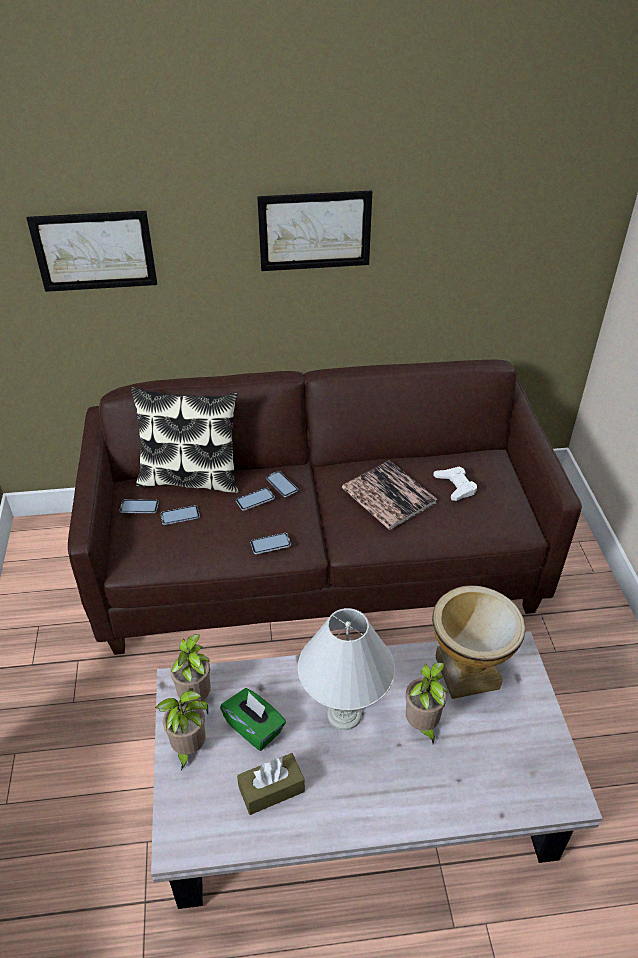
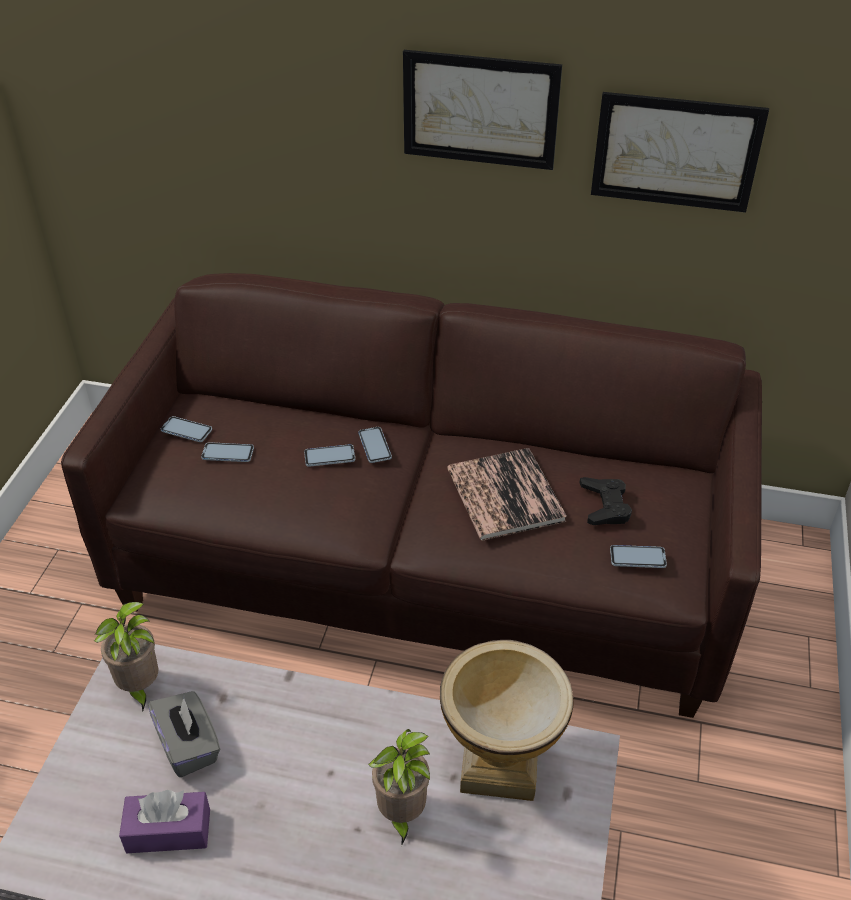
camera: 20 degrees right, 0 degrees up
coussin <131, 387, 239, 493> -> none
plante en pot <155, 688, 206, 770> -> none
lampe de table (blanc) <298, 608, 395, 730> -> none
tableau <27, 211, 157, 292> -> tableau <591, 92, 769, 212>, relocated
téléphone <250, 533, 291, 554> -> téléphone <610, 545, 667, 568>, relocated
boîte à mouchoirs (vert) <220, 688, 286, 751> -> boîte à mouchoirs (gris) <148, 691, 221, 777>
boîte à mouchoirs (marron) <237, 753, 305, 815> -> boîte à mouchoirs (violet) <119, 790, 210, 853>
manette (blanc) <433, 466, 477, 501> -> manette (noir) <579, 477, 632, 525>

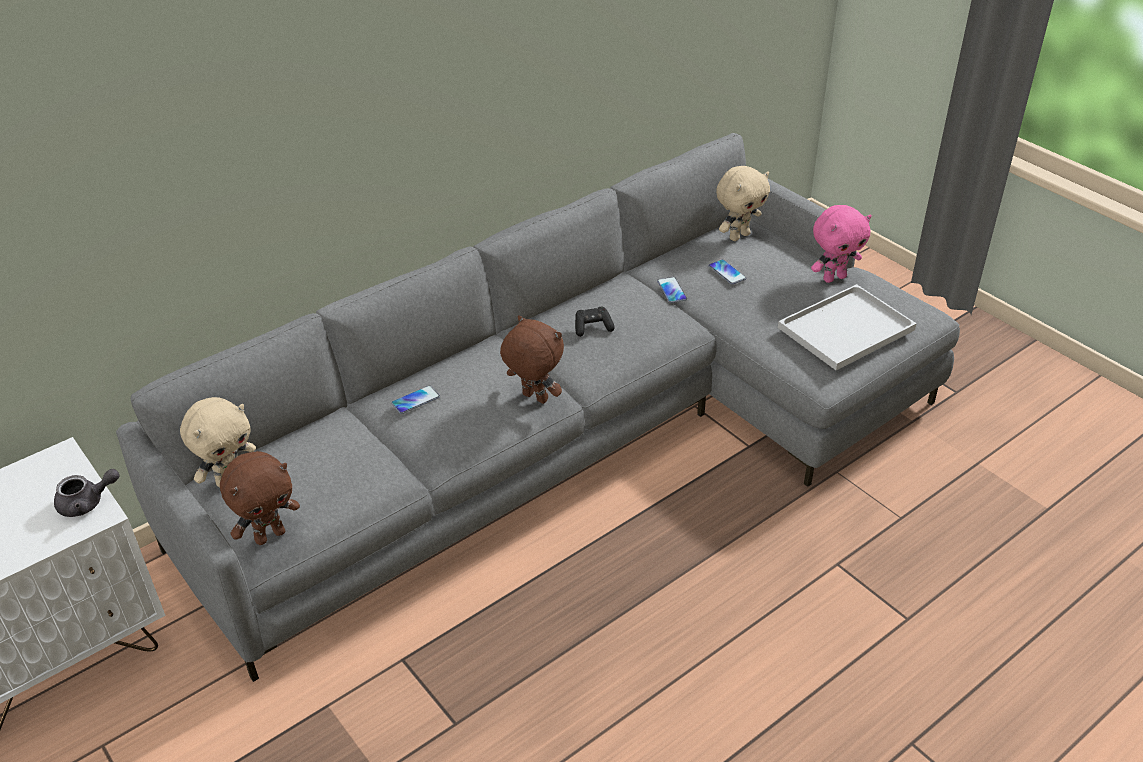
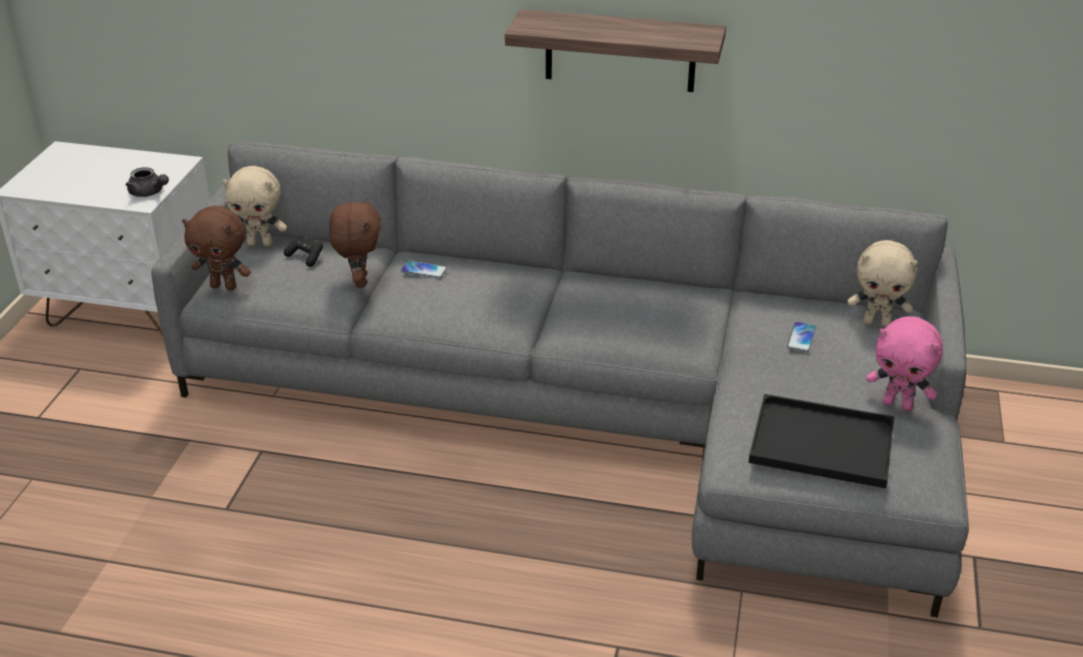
camera: 50 degrees right, 5 degrees down
téléphone <657, 277, 687, 303> -> none
none -> étagère <505, 9, 726, 92>
peluche (marron) <500, 315, 564, 404> -> peluche (marron) <329, 198, 381, 288>, relocated
manette (noir) <575, 307, 615, 337> -> manette (noir) <284, 235, 323, 267>, relocated
plateau (blanc) <778, 284, 917, 370> -> plateau (noir) <748, 394, 894, 488>

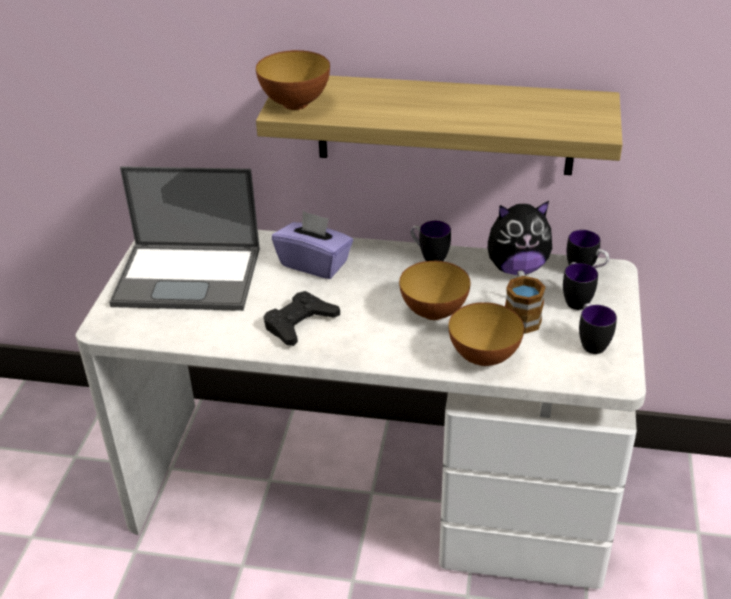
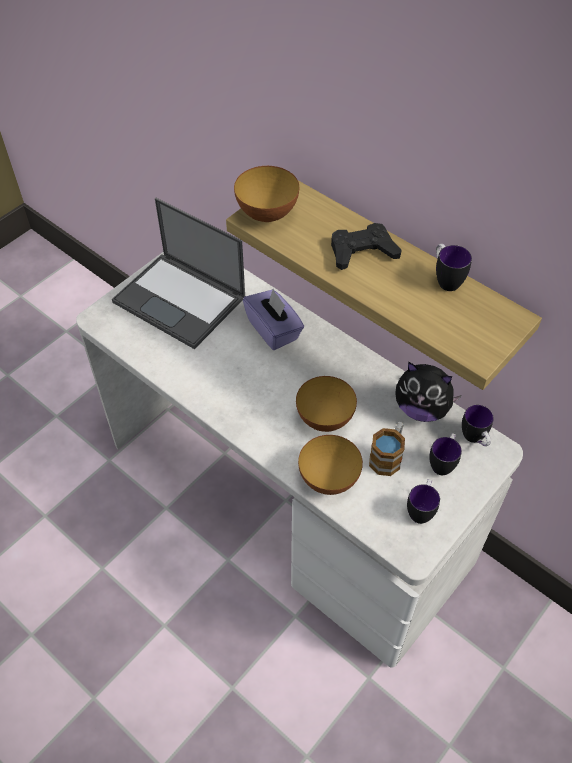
camera: 30 degrees right, 15 degrees up
manette (noir) <264, 291, 340, 346> -> manette (noir) <331, 223, 402, 270>, relocated
mug <411, 221, 451, 261> -> mug <436, 244, 472, 291>, relocated

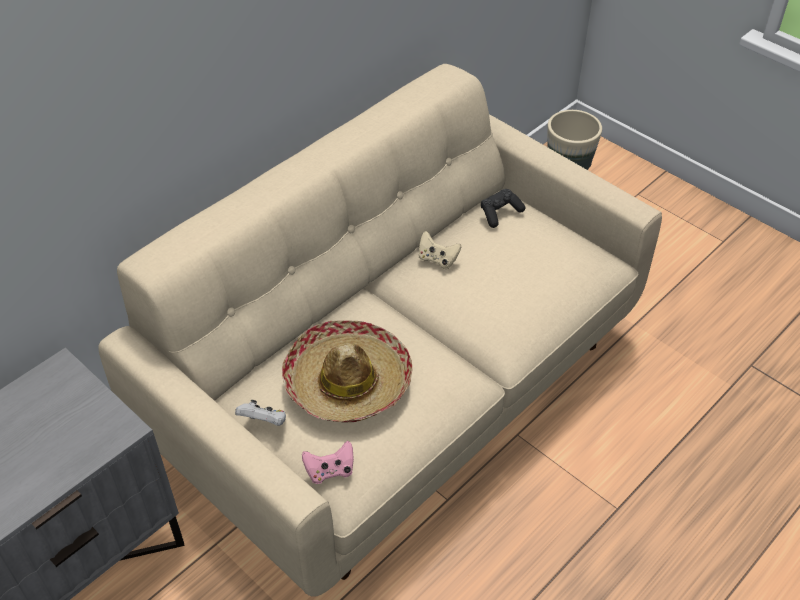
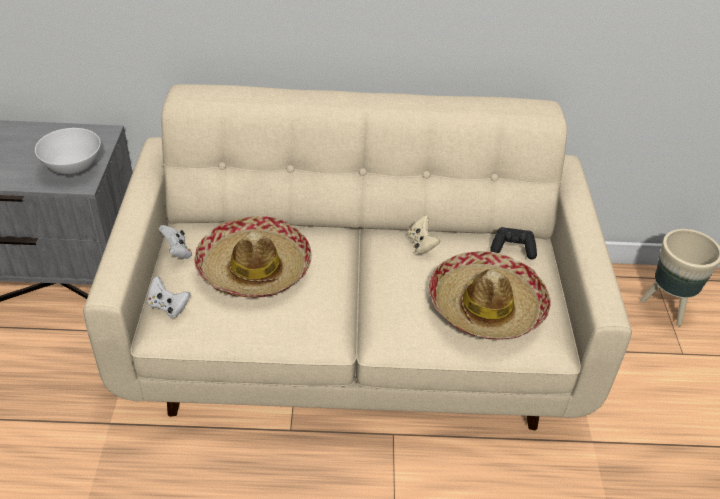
camera: 45 degrees right, 5 degrees down
none -> bol (blanc) <35, 128, 101, 175>
none -> chapeau <428, 251, 551, 340>
manette (rose) <302, 441, 354, 484> -> manette (blanc) <147, 276, 191, 318>

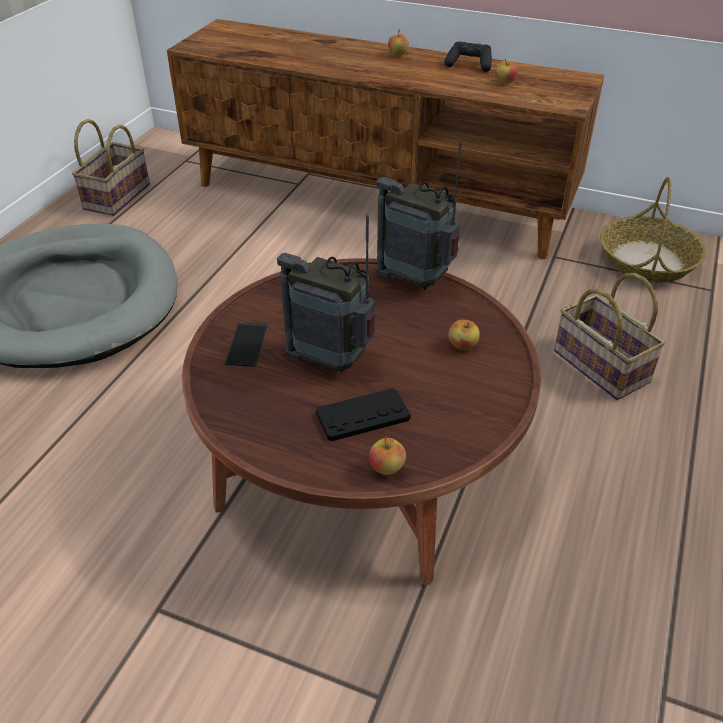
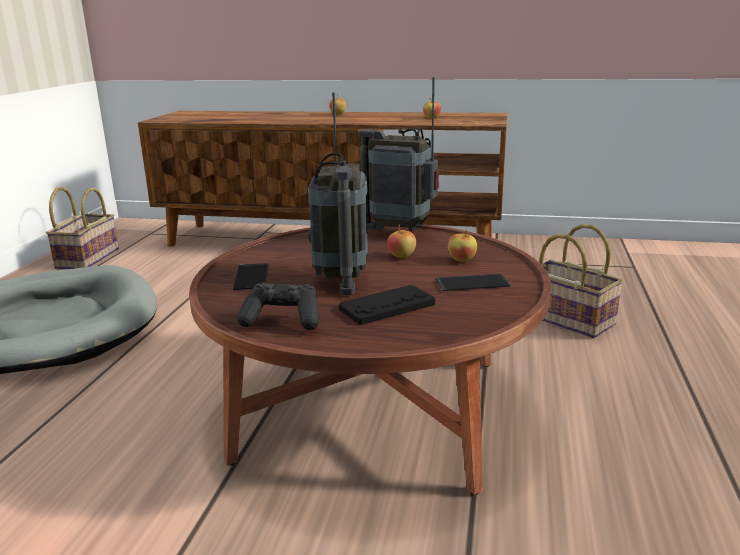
camera: 10 degrees left, 20 degrees down
panier <600, 177, 707, 283> -> none
none -> téléphone <435, 273, 511, 291>
pomme <369, 436, 406, 475> -> pomme <387, 224, 416, 258>, relocated
manette (noir) <444, 41, 492, 72> -> manette (noir) <237, 282, 319, 330>, relocated
radio <277, 215, 375, 373> -> radio <308, 92, 368, 295>, 105 degrees counterclockwise

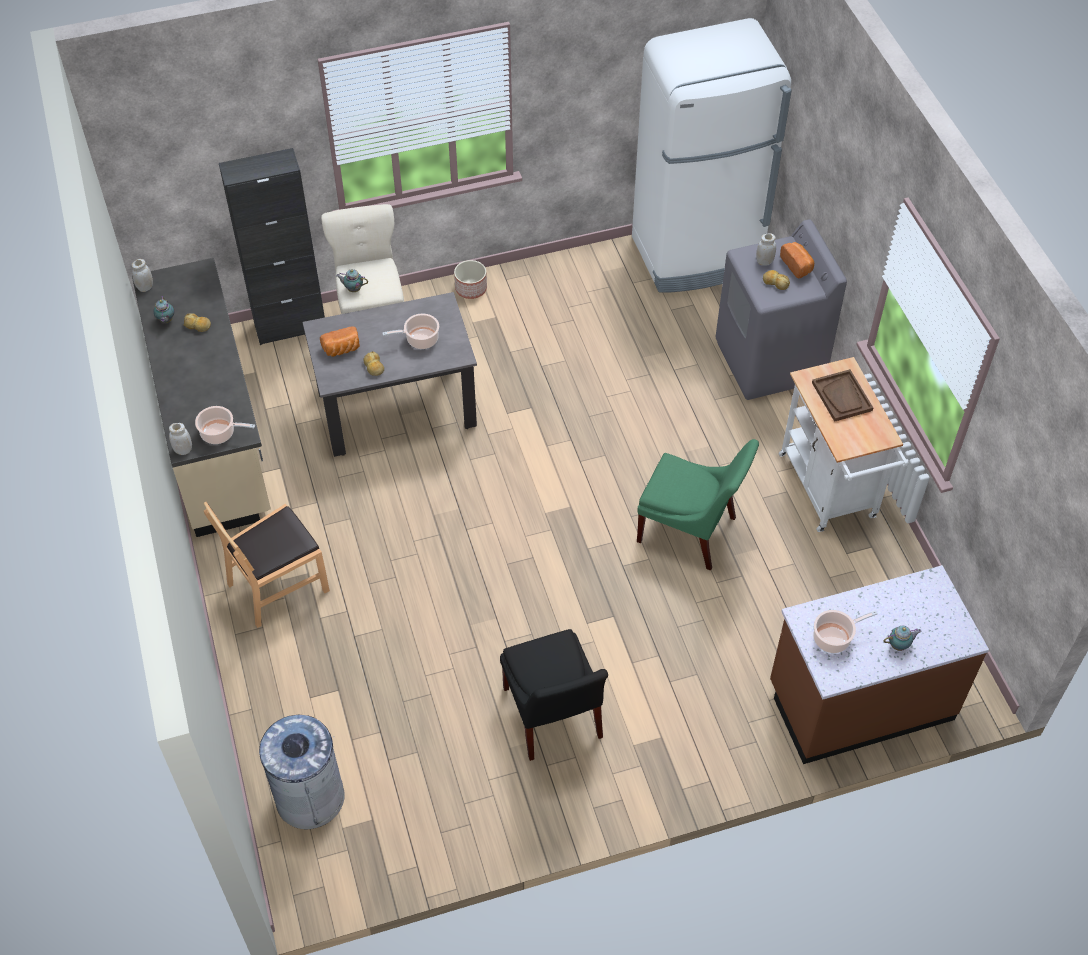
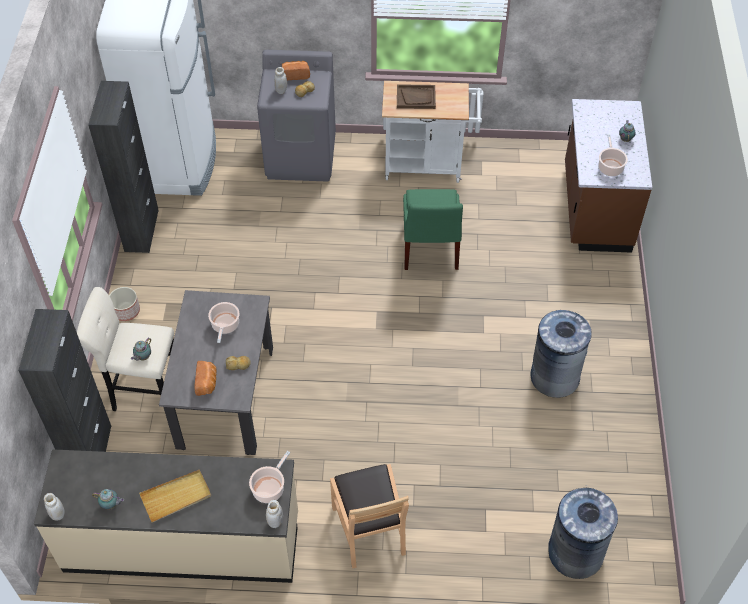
camera: 70 degrees left, 0 degrees up
pain <183, 313, 211, 332> -> none
none -> meuble de rangement (noir) <88, 81, 159, 253>
none -> plateau (beige) <139, 470, 211, 522>
chaise (noir) <500, 629, 608, 761> -> poubelle (gris) <531, 310, 592, 398>
chaise (vert) <637, 439, 759, 570> -> chaise (vert) <403, 189, 463, 270>, 135 degrees clockwise

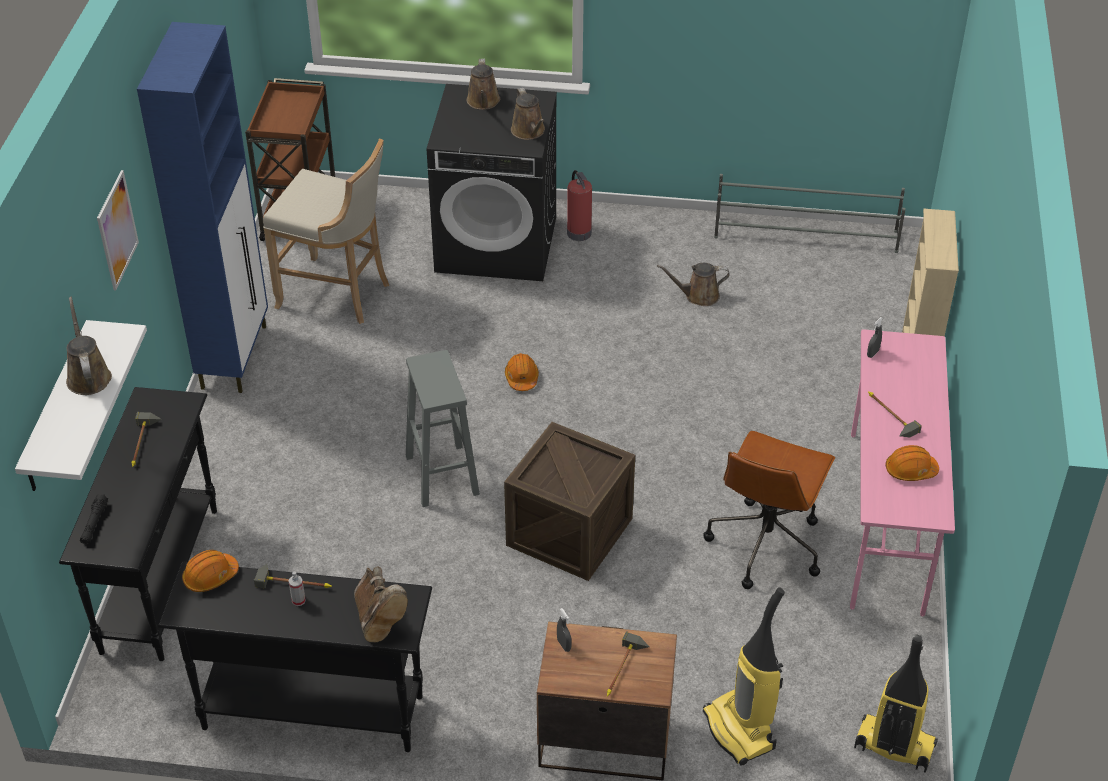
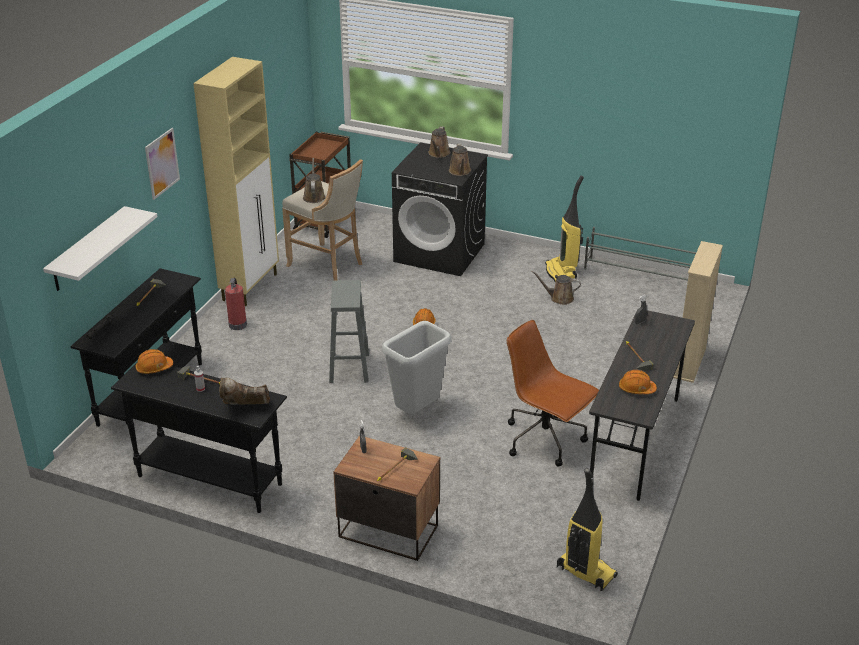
camera: 15 degrees right, 10 degrees down
arrosoir (marron) <66, 297, 112, 395> -> arrosoir (marron) <303, 158, 325, 203>, relocated
extincteur <567, 170, 592, 241> -> extincteur <225, 277, 247, 330>, relocated
aspirateur <703, 587, 785, 766> -> aspirateur <545, 176, 584, 282>, relocated
caisse <504, 422, 635, 581> -> poubelle (gris) <382, 321, 451, 414>
meuble de rangement (bleu) <137, 22, 268, 393> -> meuble de rangement (beige) <193, 57, 279, 306>
bureau (rose) <850, 329, 955, 616> -> bureau (gris) <589, 310, 695, 501>
botte (marron) <354, 566, 408, 642> -> botte (marron) <220, 378, 270, 405>, 90 degrees clockwise
chaise de bureau (marron) <704, 430, 835, 589> -> chaise de bureau (marron) <507, 320, 599, 467>, 90 degrees clockwise

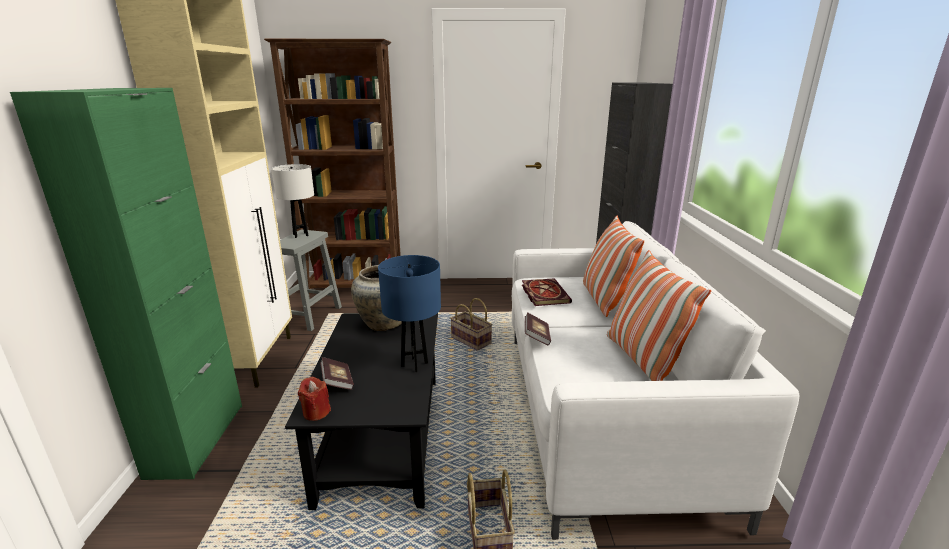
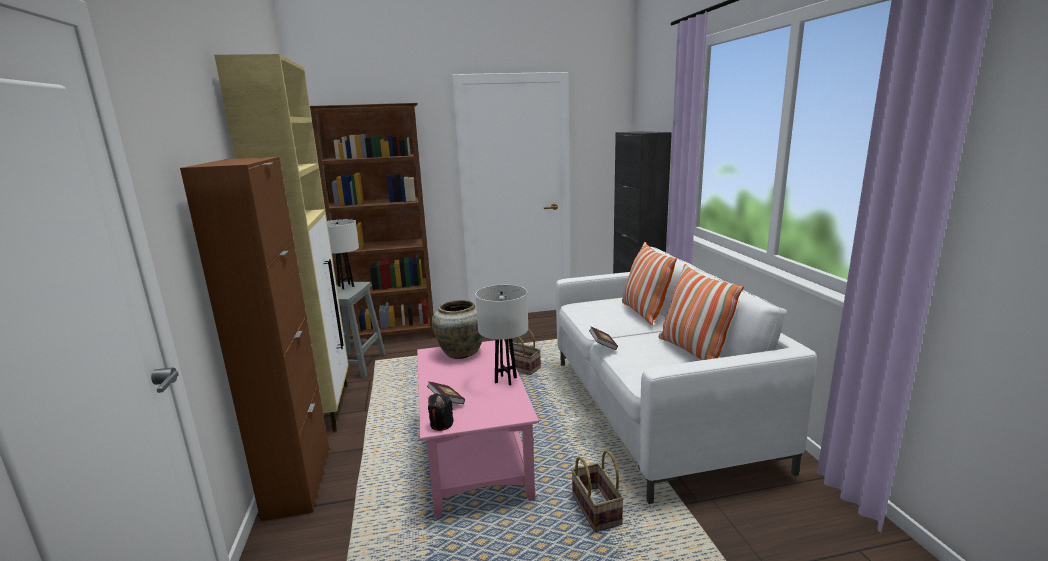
camera: 10 degrees left, 5 degrees down
livre <522, 278, 572, 306> -> none
meuble de rangement (vert) <10, 88, 242, 480> -> meuble de rangement (marron) <180, 157, 329, 521>
table basse (noir) <285, 313, 438, 510> -> table basse (rose) <417, 339, 539, 518>
bougie (rouge) <298, 377, 331, 421> -> bougie (noir) <428, 393, 454, 431>
lampe de table (bleu) <378, 255, 441, 372> -> lampe de table (blanc) <475, 285, 528, 385>

